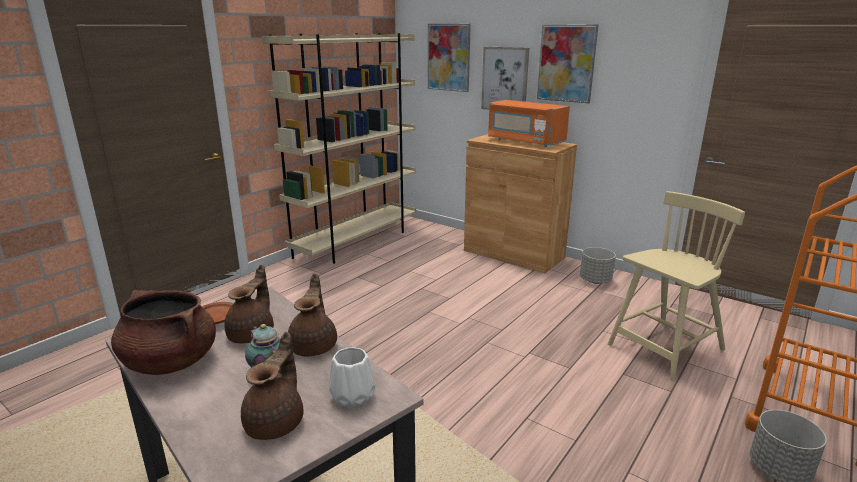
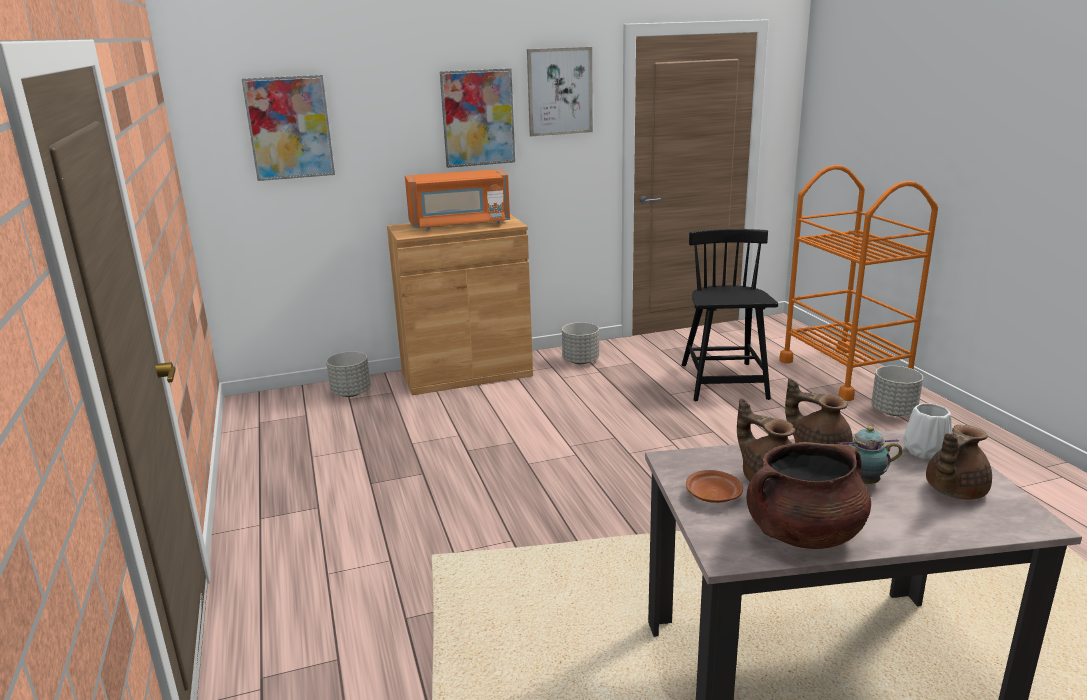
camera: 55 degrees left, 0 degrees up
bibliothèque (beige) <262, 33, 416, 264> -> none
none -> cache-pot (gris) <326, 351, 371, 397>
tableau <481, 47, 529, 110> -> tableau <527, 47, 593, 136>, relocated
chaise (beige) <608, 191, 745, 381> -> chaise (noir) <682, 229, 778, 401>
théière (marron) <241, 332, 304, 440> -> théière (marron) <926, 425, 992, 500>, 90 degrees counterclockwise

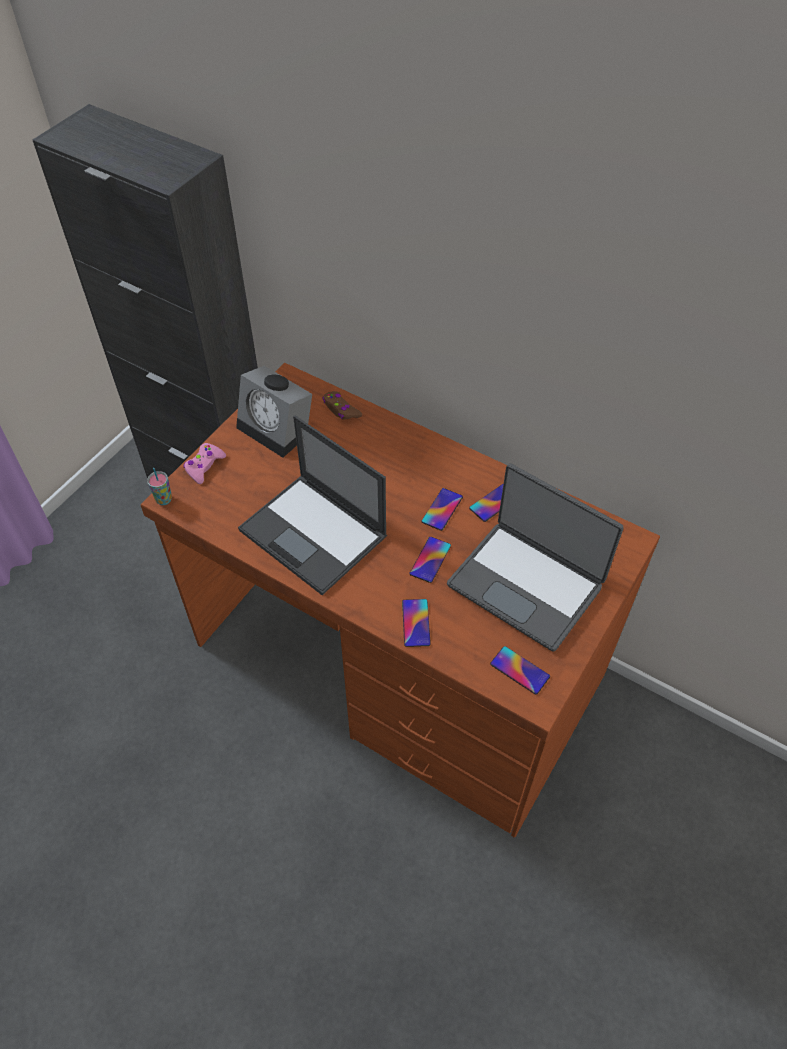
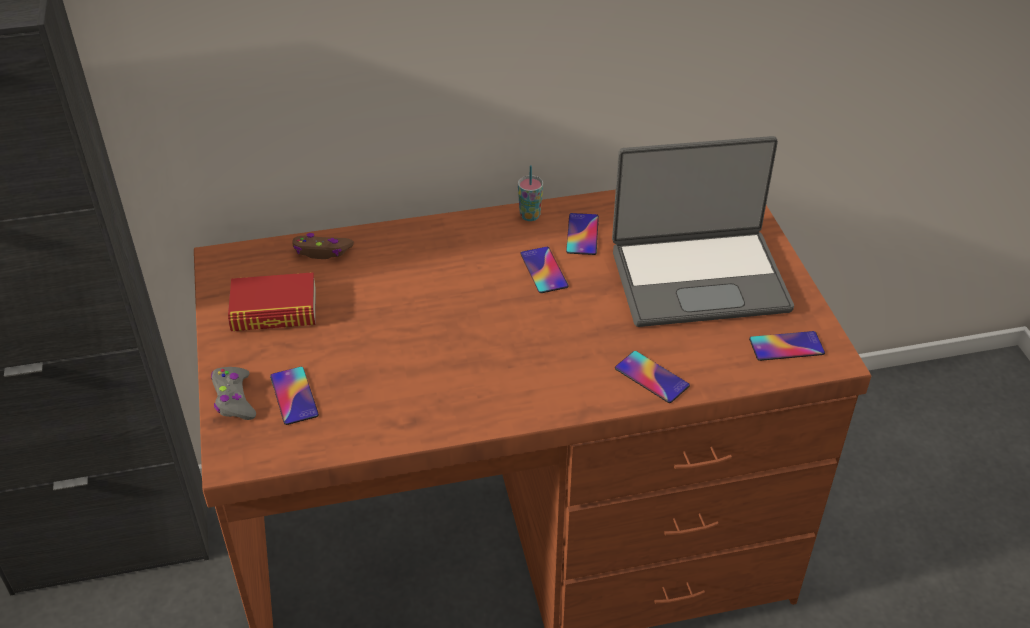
camera: 45 degrees left, 10 degrees down
ordinateur portable <238, 415, 387, 595> -> none
tasse <147, 468, 172, 505> -> tasse <518, 165, 543, 221>, relocated
téléphone <409, 537, 451, 583> -> téléphone <270, 367, 319, 425>, relocated
réveil <236, 366, 312, 458> -> livre <228, 272, 316, 331>
manette (rose) <184, 443, 226, 484> -> manette (gris) <211, 367, 256, 420>

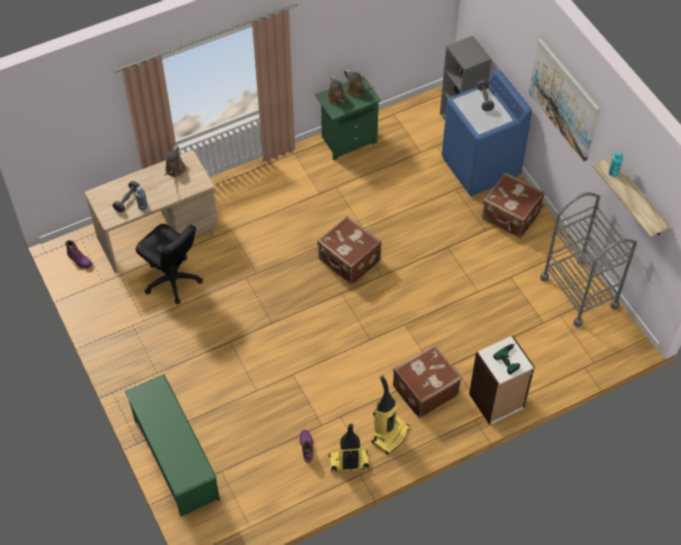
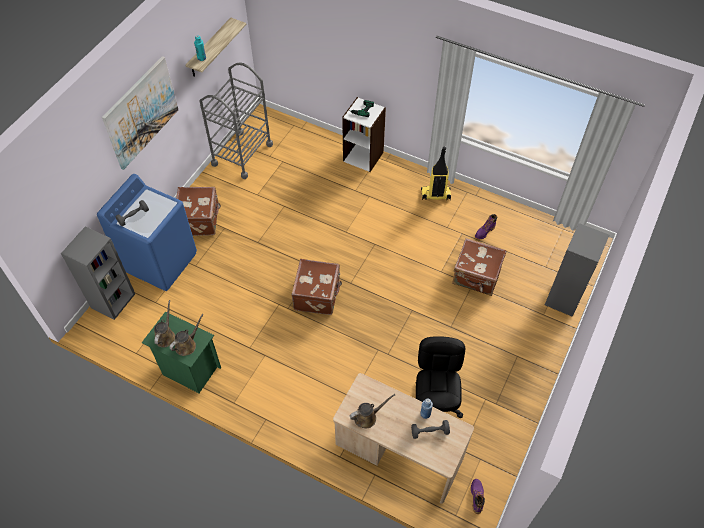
camera: 125 degrees left, 0 degrees up
aspirateur <329, 424, 369, 472> -> none
valise (marron) <393, 345, 462, 418> -> valise (marron) <452, 238, 506, 296>, relocated
étagère à chaussures (vert) <125, 374, 220, 516> -> bibliothèque (gris) <545, 223, 609, 317>

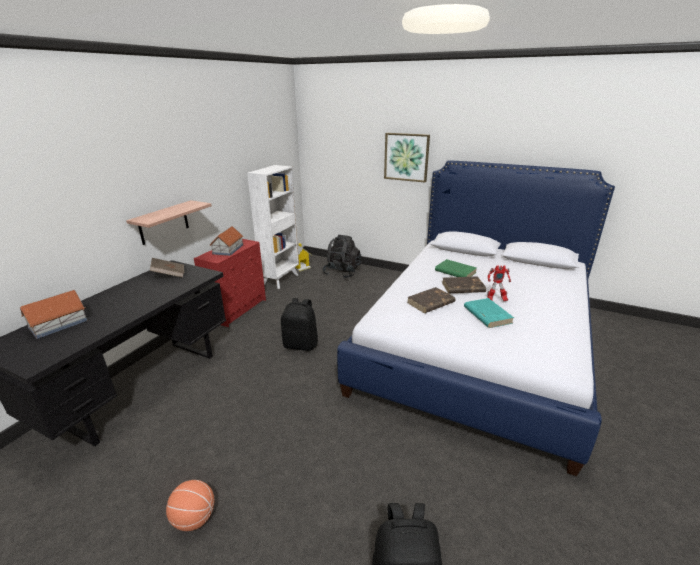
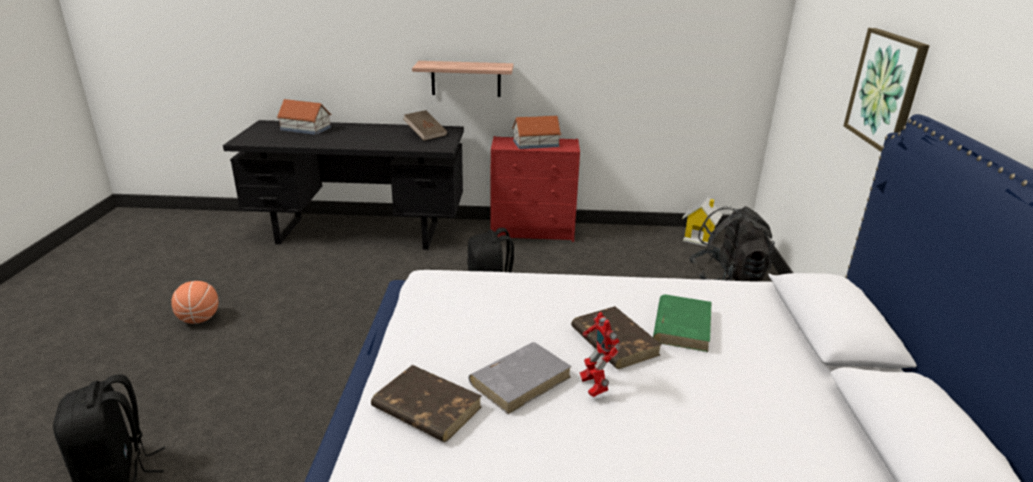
camera: 65 degrees right, 0 degrees up
bibliothèque (blanc) <247, 165, 299, 289> -> none
livre (marron) <407, 287, 455, 313> -> livre (marron) <371, 365, 482, 442>, relocated
livre (turquoise) <464, 298, 514, 328> -> livre (gris) <469, 342, 572, 414>

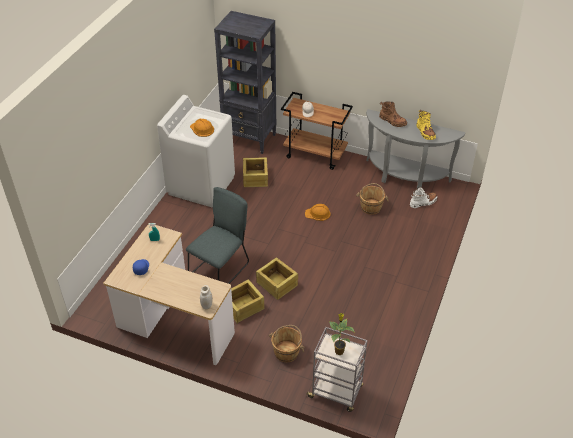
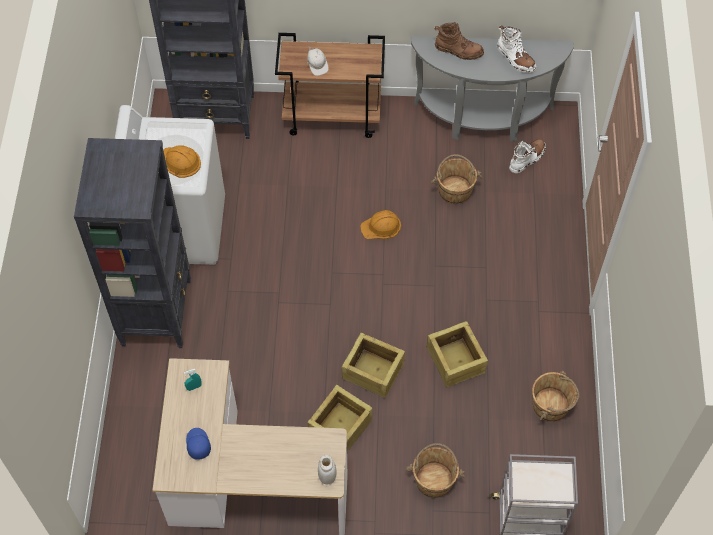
camera: 20 degrees left, 15 degrees up
chaise (gris) <186, 187, 249, 284> -> none
plante en pot <329, 313, 354, 355> -> none
none -> bibliothèque (noir) <74, 138, 191, 348>
none -> seau (marron) <532, 370, 580, 422>
caisse <243, 157, 268, 187> -> caisse <426, 321, 488, 387>, relocated
botte (jaune) <416, 110, 436, 140> -> botte (blanc) <497, 25, 536, 73>

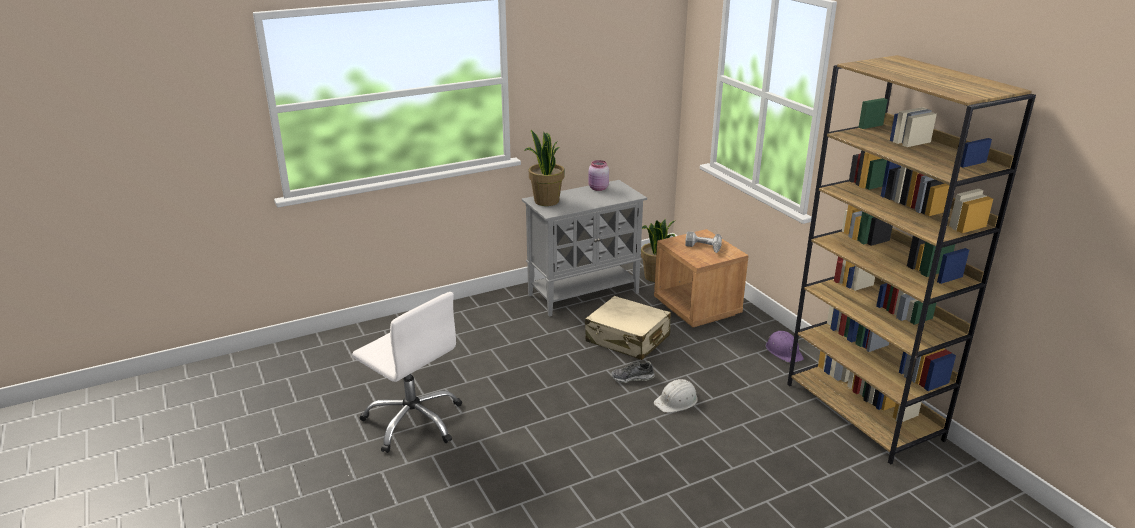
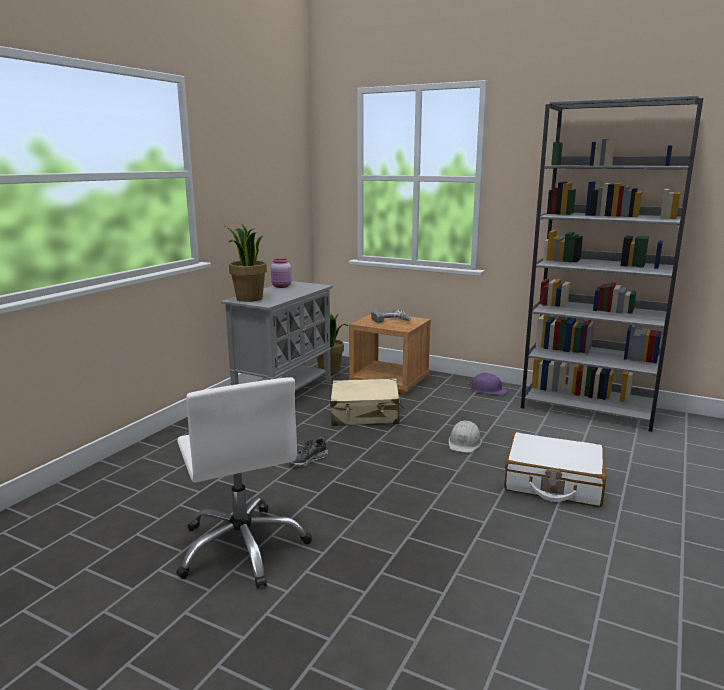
camera: 35 degrees left, 10 degrees down
none -> valise (blanc) <504, 432, 606, 507>
chaussure <611, 361, 654, 383> -> chaussure <289, 437, 328, 467>, relocated
bibliothèque (marron) <787, 55, 1036, 465> -> bibliothèque (gris) <521, 95, 703, 432>
chaise de bureau (blanc) <352, 292, 462, 453> -> chaise de bureau (blanc) <176, 377, 312, 589>, 60 degrees clockwise

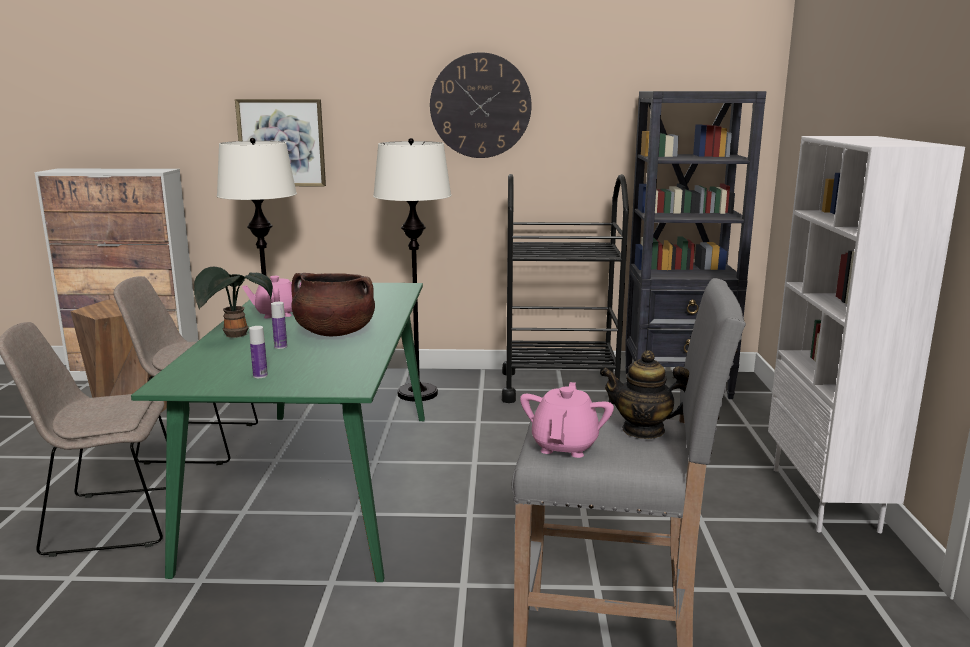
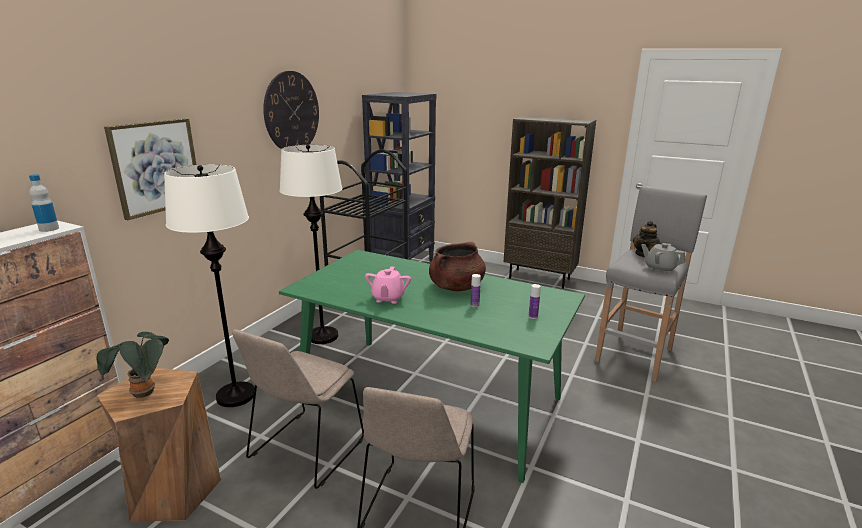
camera: 65 degrees left, 5 degrees up
none -> bouteille <29, 174, 59, 232>
plante en pot <194, 267, 273, 338> -> plante en pot <96, 332, 169, 398>, relocated
théière (rose) <520, 382, 614, 458> -> théière (gris) <642, 243, 686, 274>
bibliothèque (blanc) <768, 136, 965, 533> -> bibliothèque (marron) <504, 116, 596, 289>

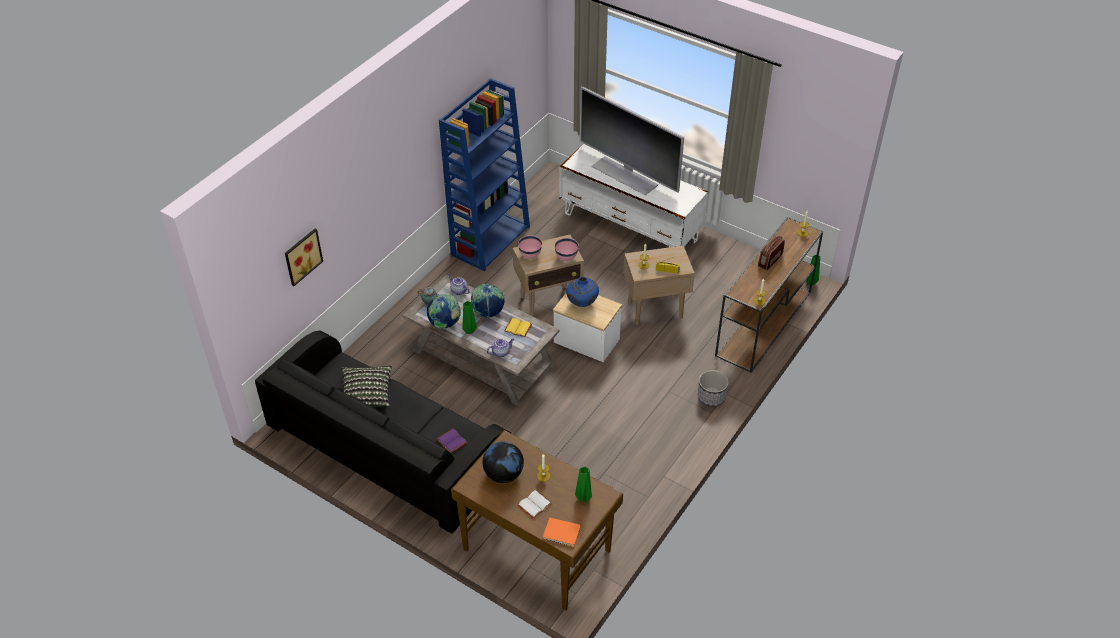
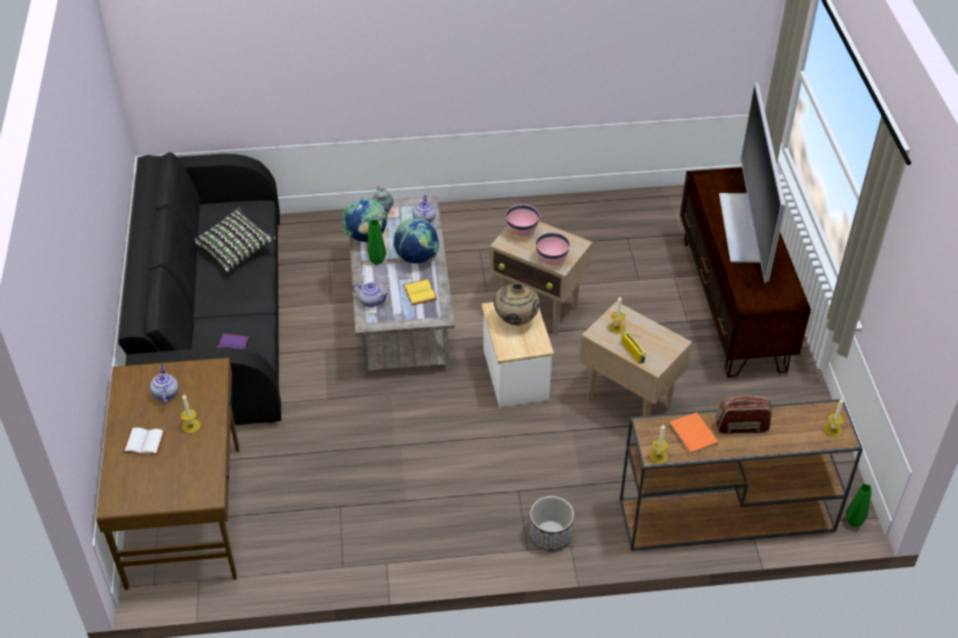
camera: 50 degrees right, 0 degrees up
tableau <285, 229, 323, 286> -> none
bibliothèque (bleu) <439, 78, 530, 271> -> none
vase (vert) <575, 467, 592, 502> -> none
livre (orange) <543, 518, 580, 547> -> livre (orange) <669, 412, 718, 455>, relocated
globe <482, 442, 524, 483> -> théière <150, 365, 179, 405>
meuble télé (blanc) <559, 144, 708, 247> -> meuble télé (marron) <680, 167, 811, 377>
vase (bleu) <566, 277, 599, 307> -> vase (beige) <494, 283, 540, 325>

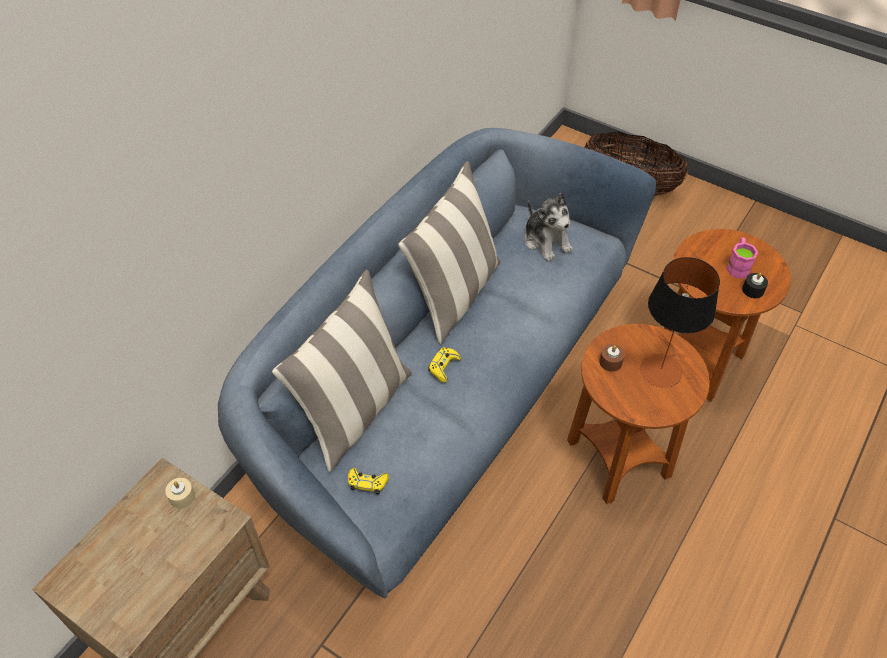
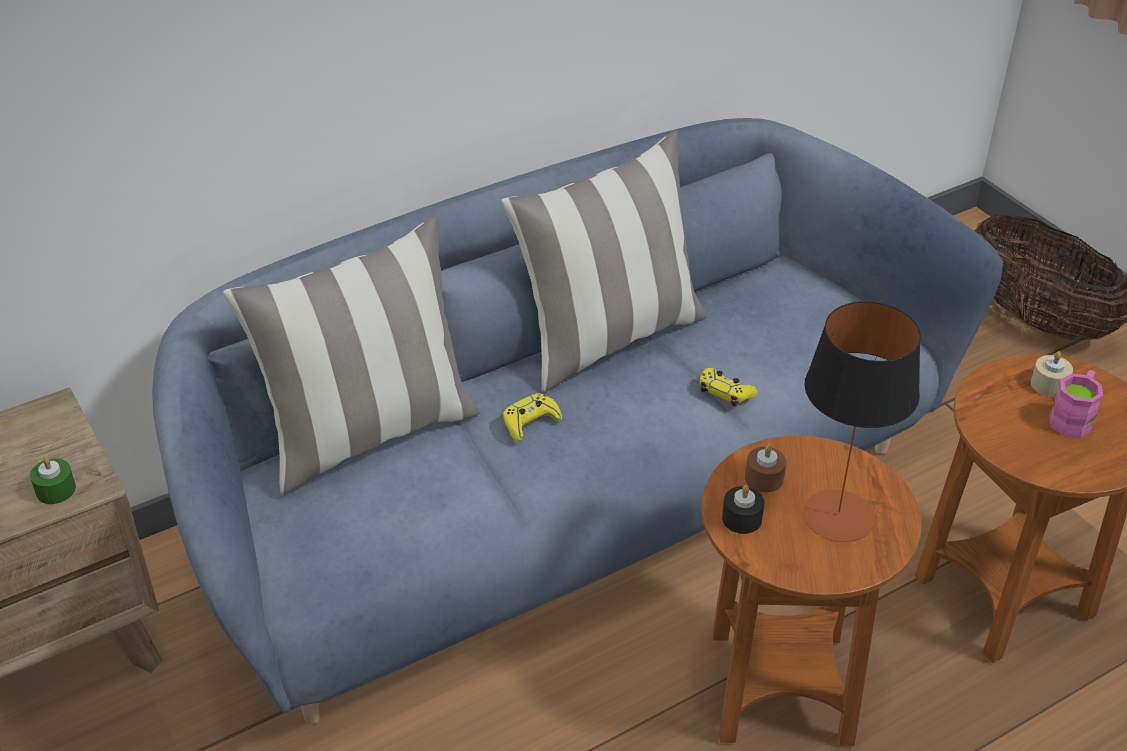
camera: 25 degrees right, 10 degrees down
peluche <524, 193, 573, 262> -> none
none -> bougie (vert) <30, 456, 76, 504>
bougie (beige) <165, 478, 195, 509> -> bougie (beige) <1031, 351, 1073, 397>, relocated
manette (jaune) <348, 468, 389, 494> -> manette (jaune) <700, 368, 757, 407>, relocated
bougie (noir) <742, 273, 768, 298> -> bougie (noir) <722, 485, 764, 534>, relocated

